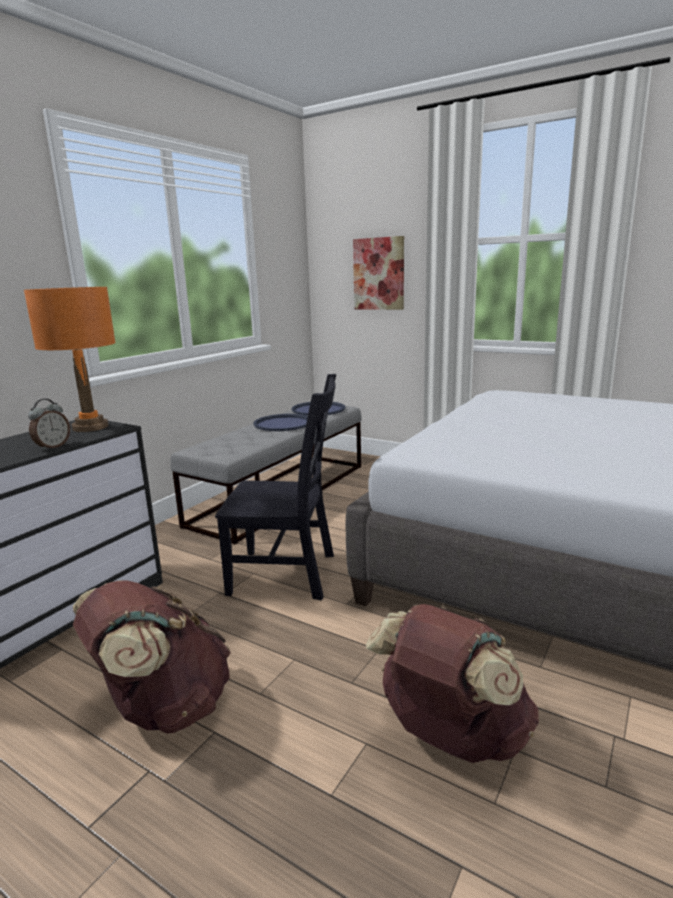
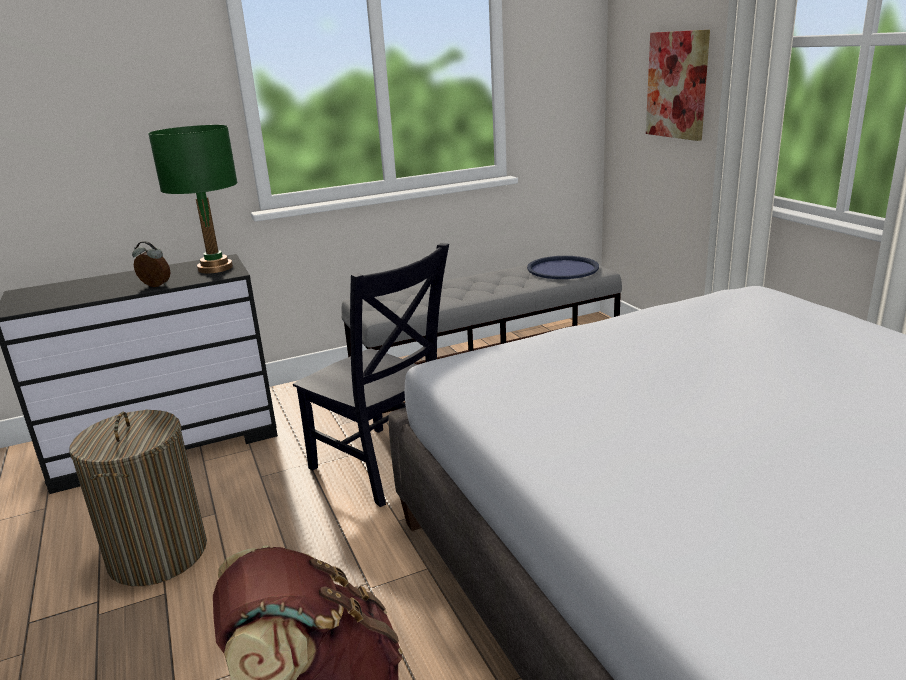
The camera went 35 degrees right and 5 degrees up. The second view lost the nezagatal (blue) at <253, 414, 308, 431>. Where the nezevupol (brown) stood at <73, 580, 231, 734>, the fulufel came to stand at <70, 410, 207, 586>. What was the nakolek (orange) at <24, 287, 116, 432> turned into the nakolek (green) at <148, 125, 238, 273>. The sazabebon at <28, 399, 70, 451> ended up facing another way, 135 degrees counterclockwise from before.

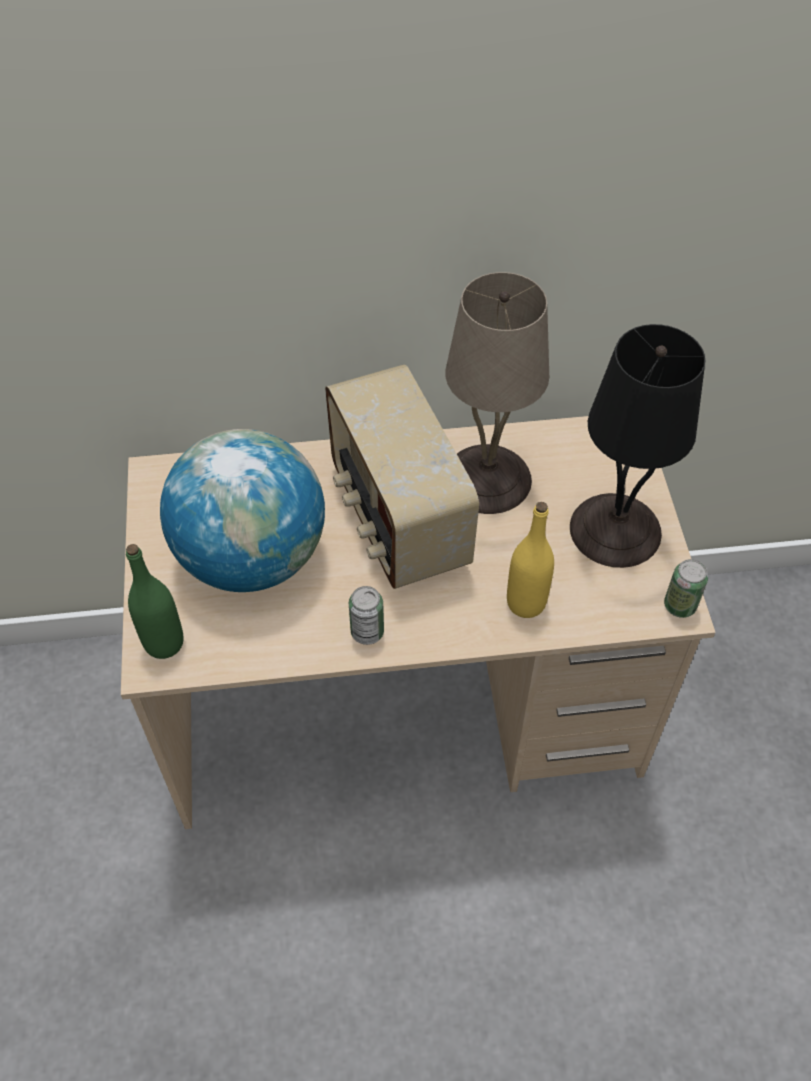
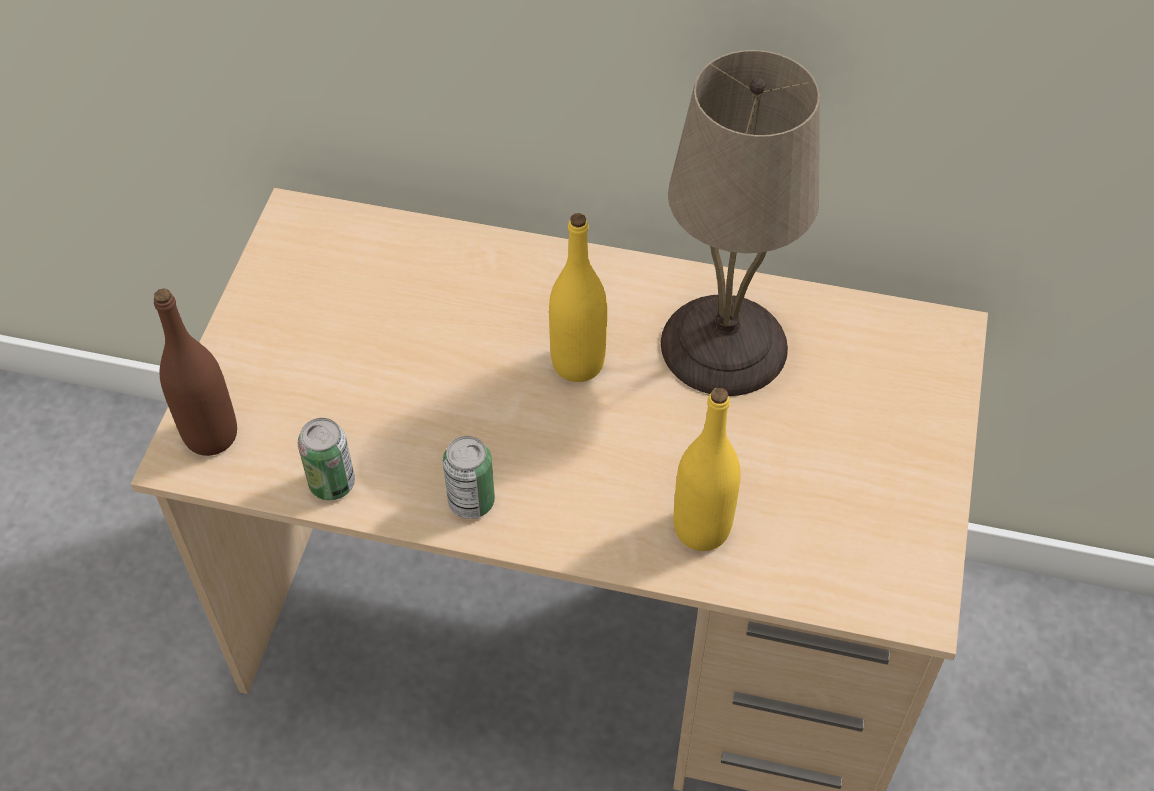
The camera went 20 degrees right and 0 degrees up. The second view lost the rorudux at <160, 429, 325, 592>. The second view lost the nakolek (black) at <570, 324, 705, 568>. The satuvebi ended up elsewhere, having gone from <664, 559, 708, 618> to <298, 418, 355, 500>. Where the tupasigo stood at <325, 364, 479, 589>, the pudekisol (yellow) came to stand at <549, 213, 607, 382>. What was the pudekisol (green) at <126, 544, 184, 659> turned into the pudekisol (brown) at <154, 289, 237, 456>.

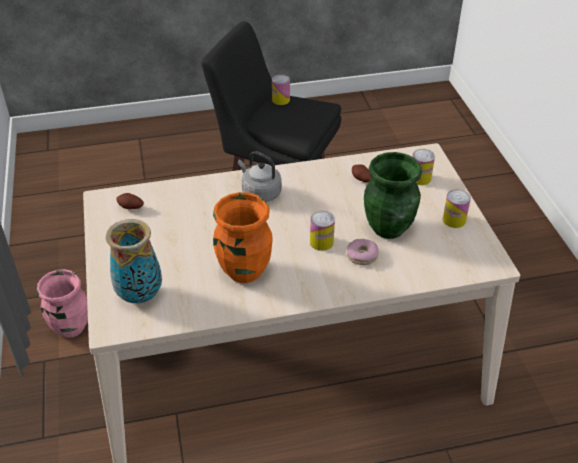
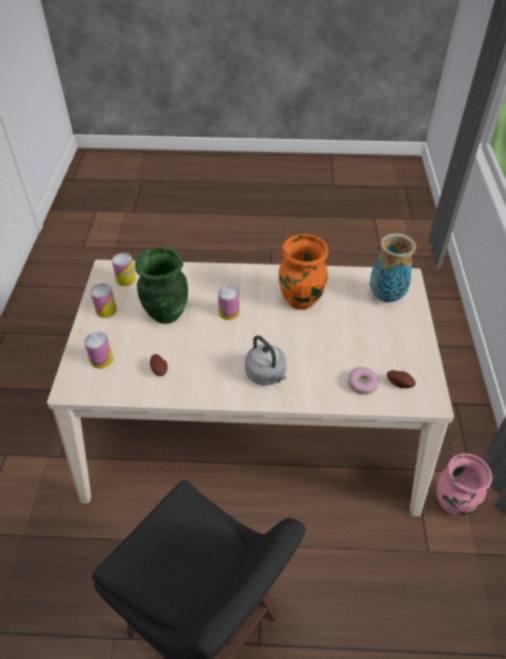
The camera went 165 degrees left and 5 degrees up. The satuvebi ended up elsewhere, having gone from <272, 74, 290, 105> to <112, 253, 136, 286>. The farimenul ended up elsewhere, having gone from <347, 239, 378, 265> to <348, 367, 379, 395>.

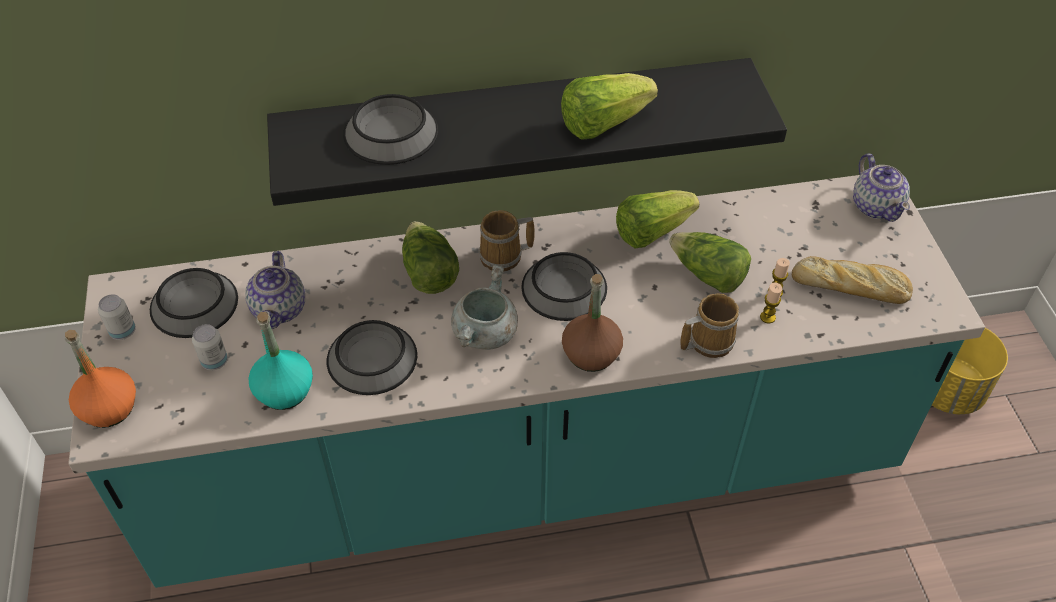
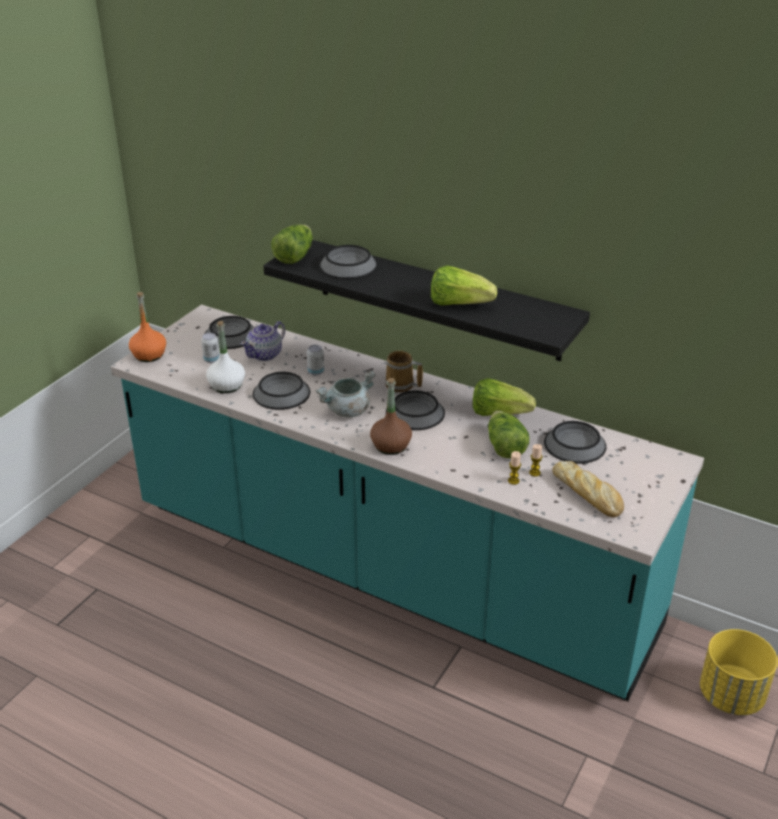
The camera went 40 degrees right and 15 degrees down. The second view lost the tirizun at <680, 293, 739, 358>. The second view lost the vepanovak at <853, 153, 910, 222>. The second view gained the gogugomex at <544, 421, 606, 464>. The satuvebi ended up elsewhere, having gone from <98, 294, 136, 340> to <307, 345, 324, 376>. The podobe ended up elsewhere, having gone from <402, 221, 459, 294> to <271, 225, 313, 264>. What was the pudekisol (turquoise) at <249, 312, 313, 410> turned into the pudekisol (white) at <206, 321, 245, 393>.

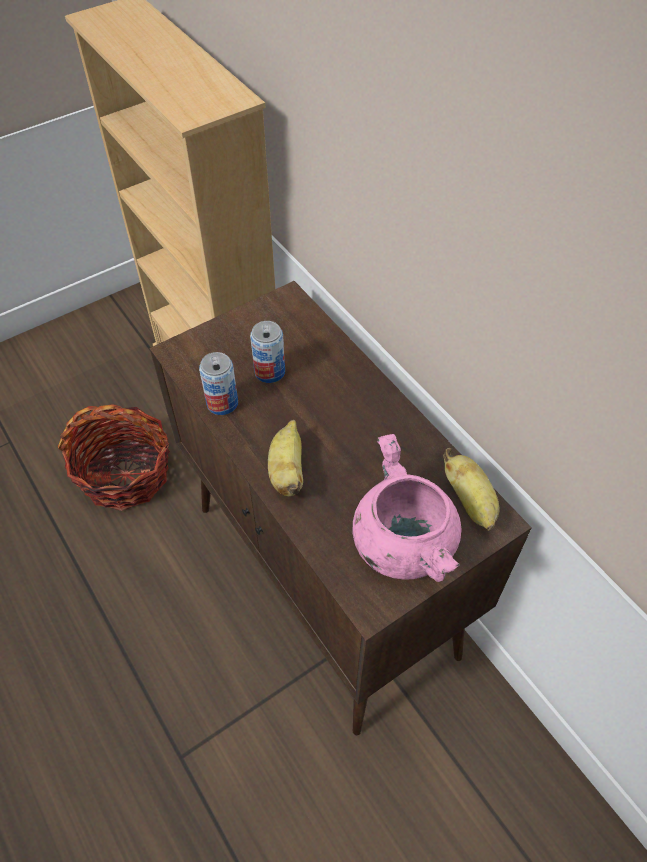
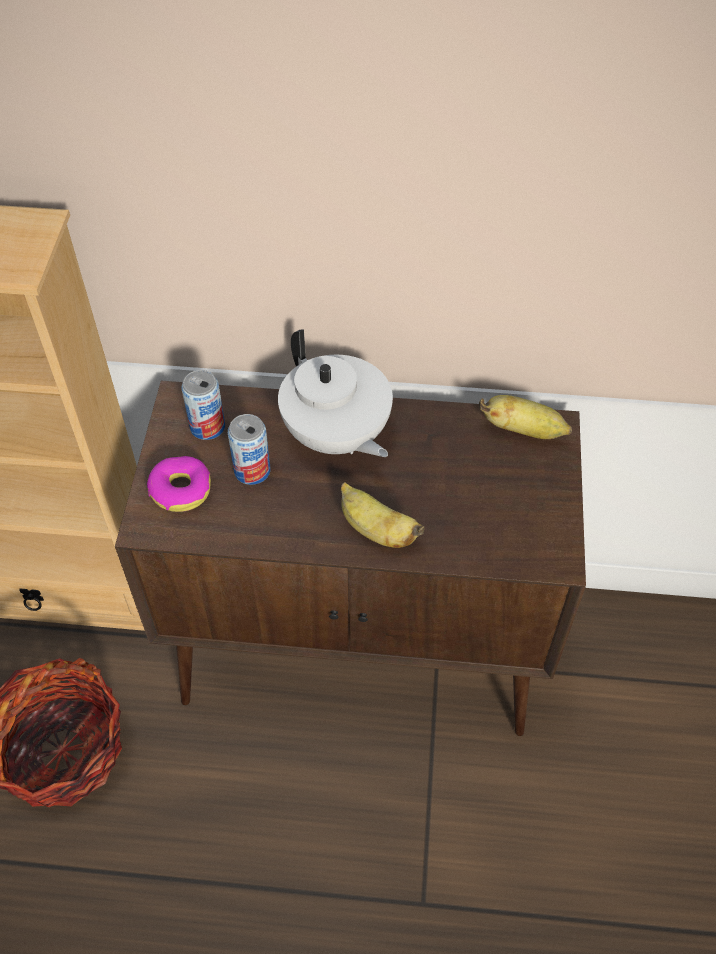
The camera went 50 degrees left and 0 degrees up. The second view lost the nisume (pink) at <353, 434, 461, 582>. The second view gained the farimenul at <147, 456, 211, 512>. The second view gained the vepanovak (white) at <278, 329, 393, 457>. The satuvebi ended up elsewhere, having gone from <199, 352, 238, 415> to <181, 370, 225, 440>.

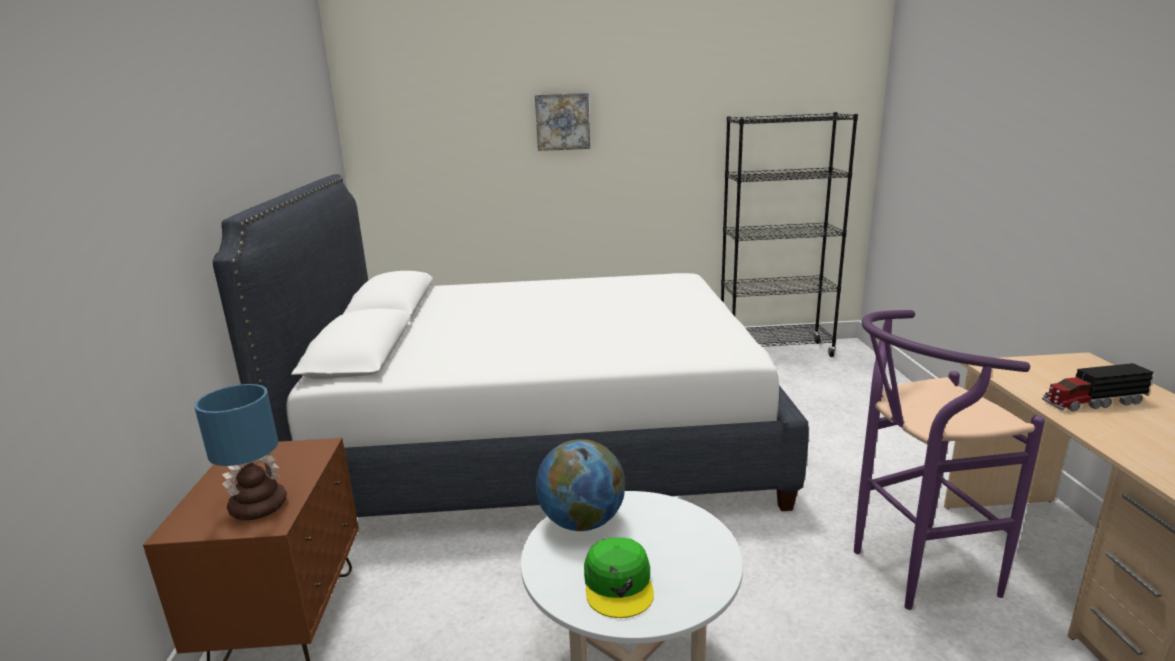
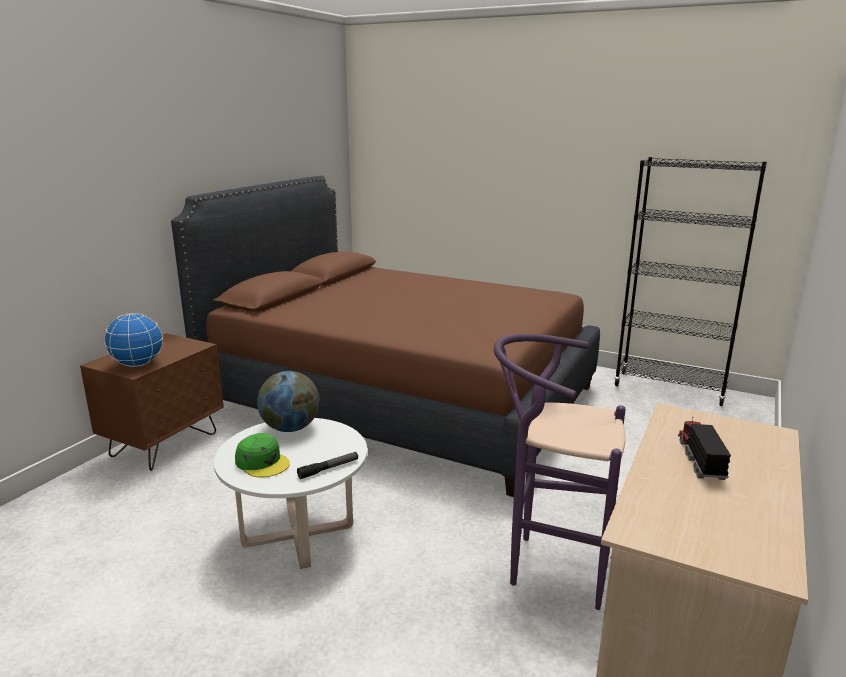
The camera went 30 degrees right and 0 degrees up. The second view lost the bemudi at <535, 93, 590, 151>. The second view gained the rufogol at <297, 452, 358, 479>. Where the nakolek stood at <194, 384, 287, 520>, the rorudux came to stand at <104, 313, 163, 367>. What was the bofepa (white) at <213, 174, 809, 517> turned into the bofepa (brown) at <171, 176, 600, 497>. The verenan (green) at <584, 537, 654, 618> ended up facing another way, 75 degrees counterclockwise from before. The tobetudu at <1042, 363, 1153, 411> ended up facing another way, 75 degrees clockwise from before.

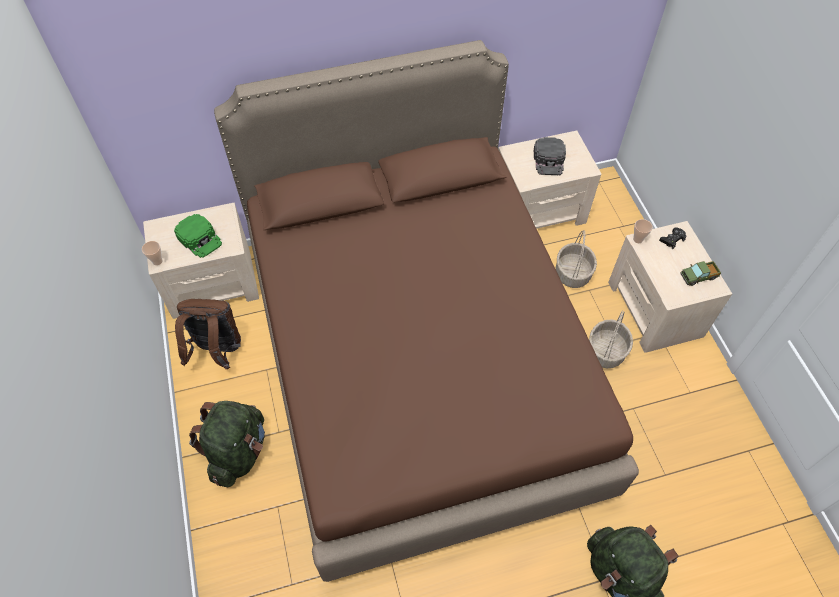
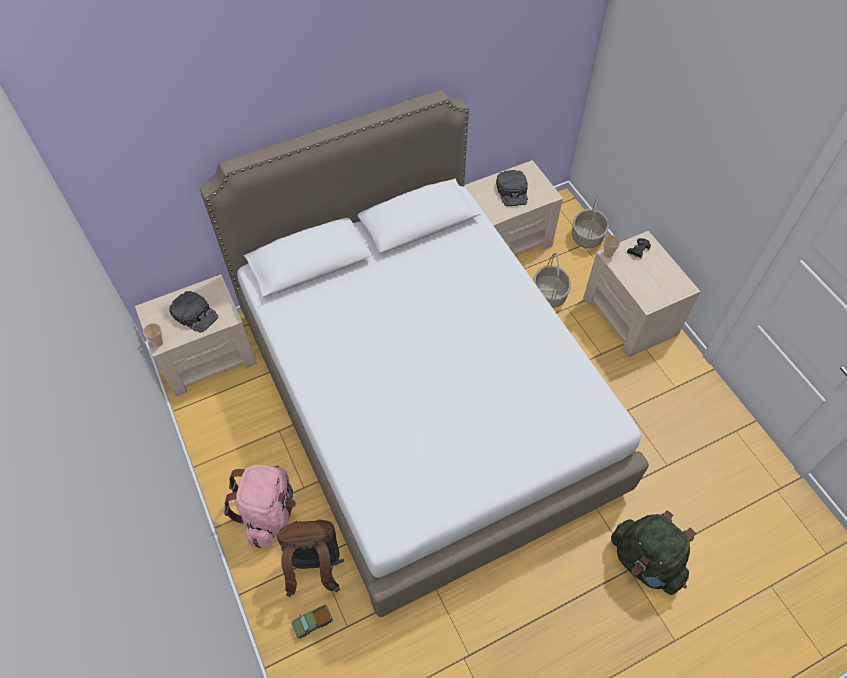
The camera went 10 degrees left and 0 degrees up. The nezevupol (brown) ended up elsewhere, having gone from <175, 299, 241, 369> to <277, 520, 344, 597>. The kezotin ended up elsewhere, having gone from <589, 310, 633, 368> to <572, 196, 609, 249>. The tobetudu ended up elsewhere, having gone from <680, 261, 721, 286> to <292, 605, 333, 639>. What was the verenan (green) at <174, 214, 222, 258> turned into the verenan (black) at <169, 291, 218, 333>. What was the nezevupol (green) at <189, 401, 265, 487> turned into the nezevupol (pink) at <224, 465, 296, 548>. What was the bofepa (brown) at <214, 40, 639, 582> turned into the bofepa (white) at <200, 90, 649, 617>.

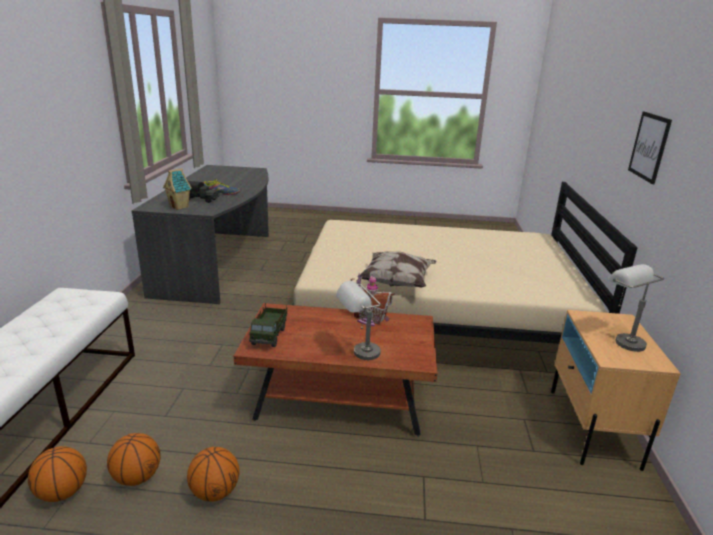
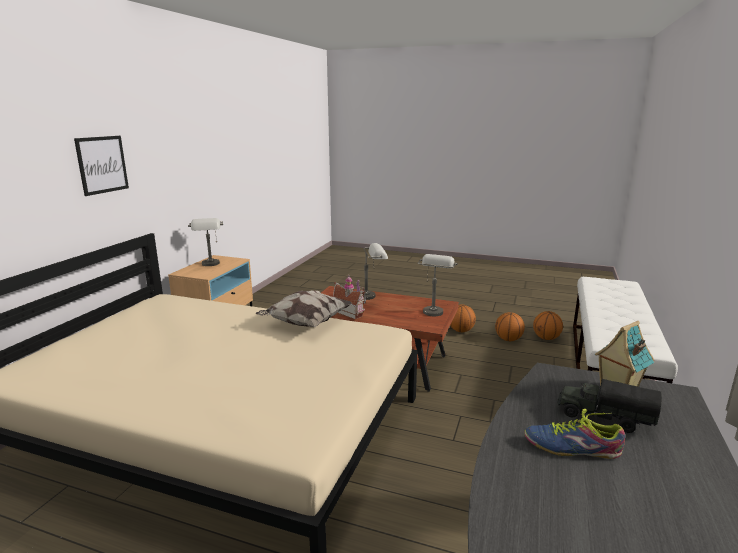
The camera went 165 degrees left and 5 degrees down. Where the tobetudu stood at <249, 303, 287, 347>, the nakolek (grey) came to stand at <418, 254, 457, 316>.

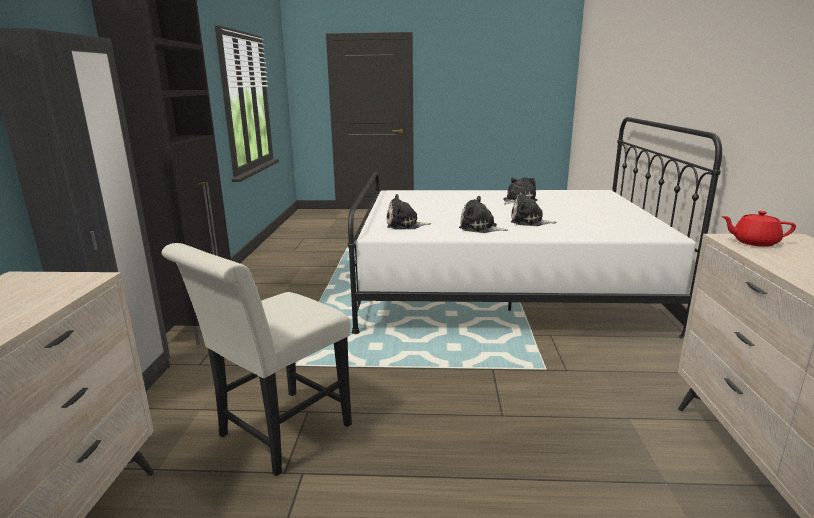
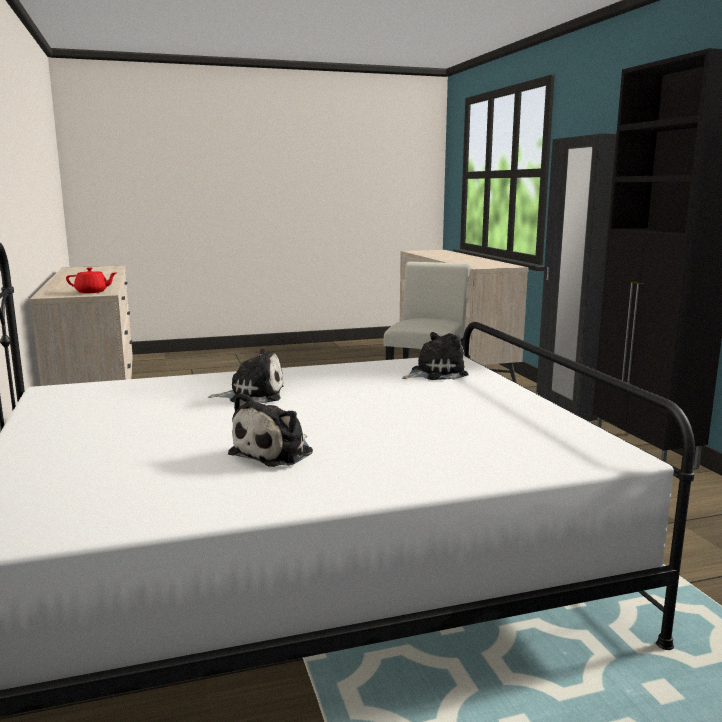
The camera went 160 degrees right and 5 degrees down. The second view lost the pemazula at <459, 196, 508, 233>.

